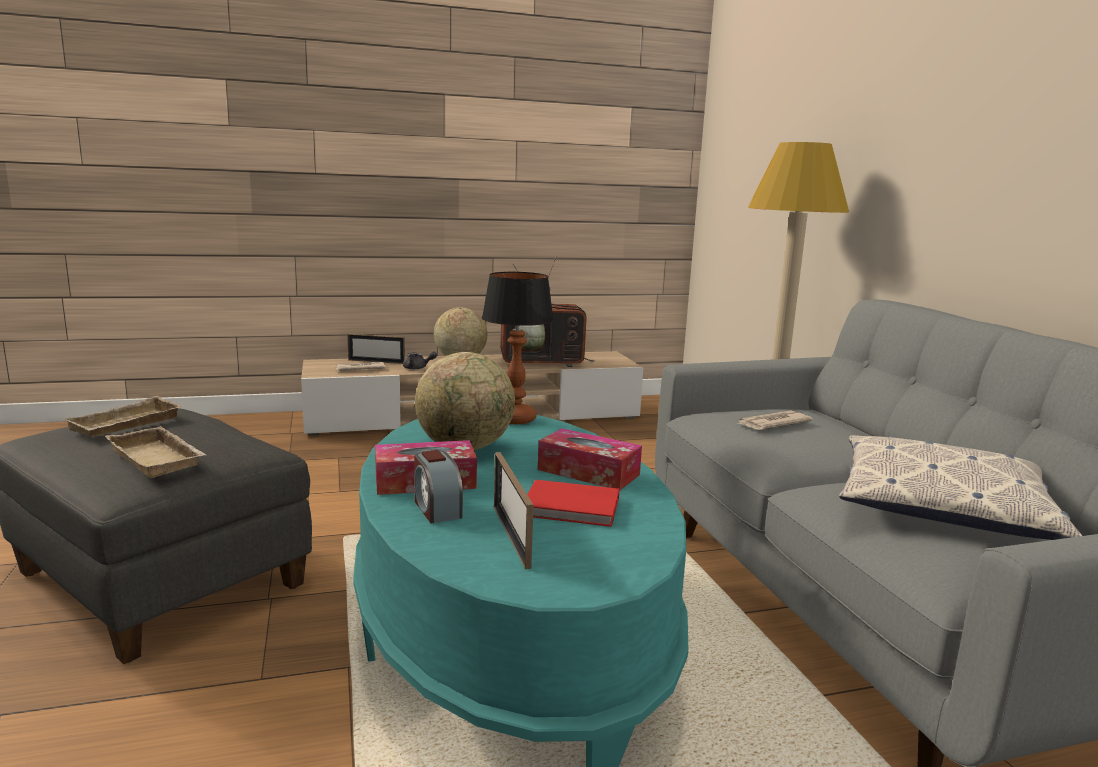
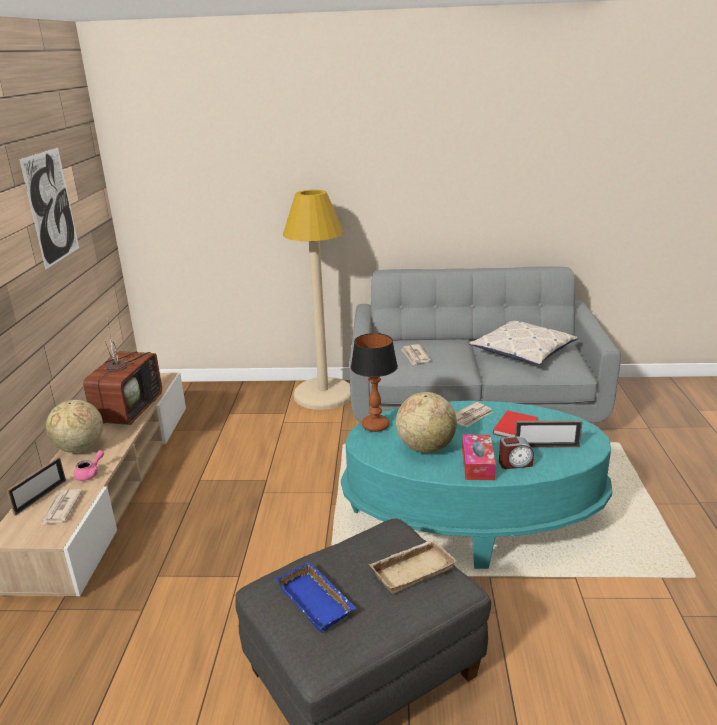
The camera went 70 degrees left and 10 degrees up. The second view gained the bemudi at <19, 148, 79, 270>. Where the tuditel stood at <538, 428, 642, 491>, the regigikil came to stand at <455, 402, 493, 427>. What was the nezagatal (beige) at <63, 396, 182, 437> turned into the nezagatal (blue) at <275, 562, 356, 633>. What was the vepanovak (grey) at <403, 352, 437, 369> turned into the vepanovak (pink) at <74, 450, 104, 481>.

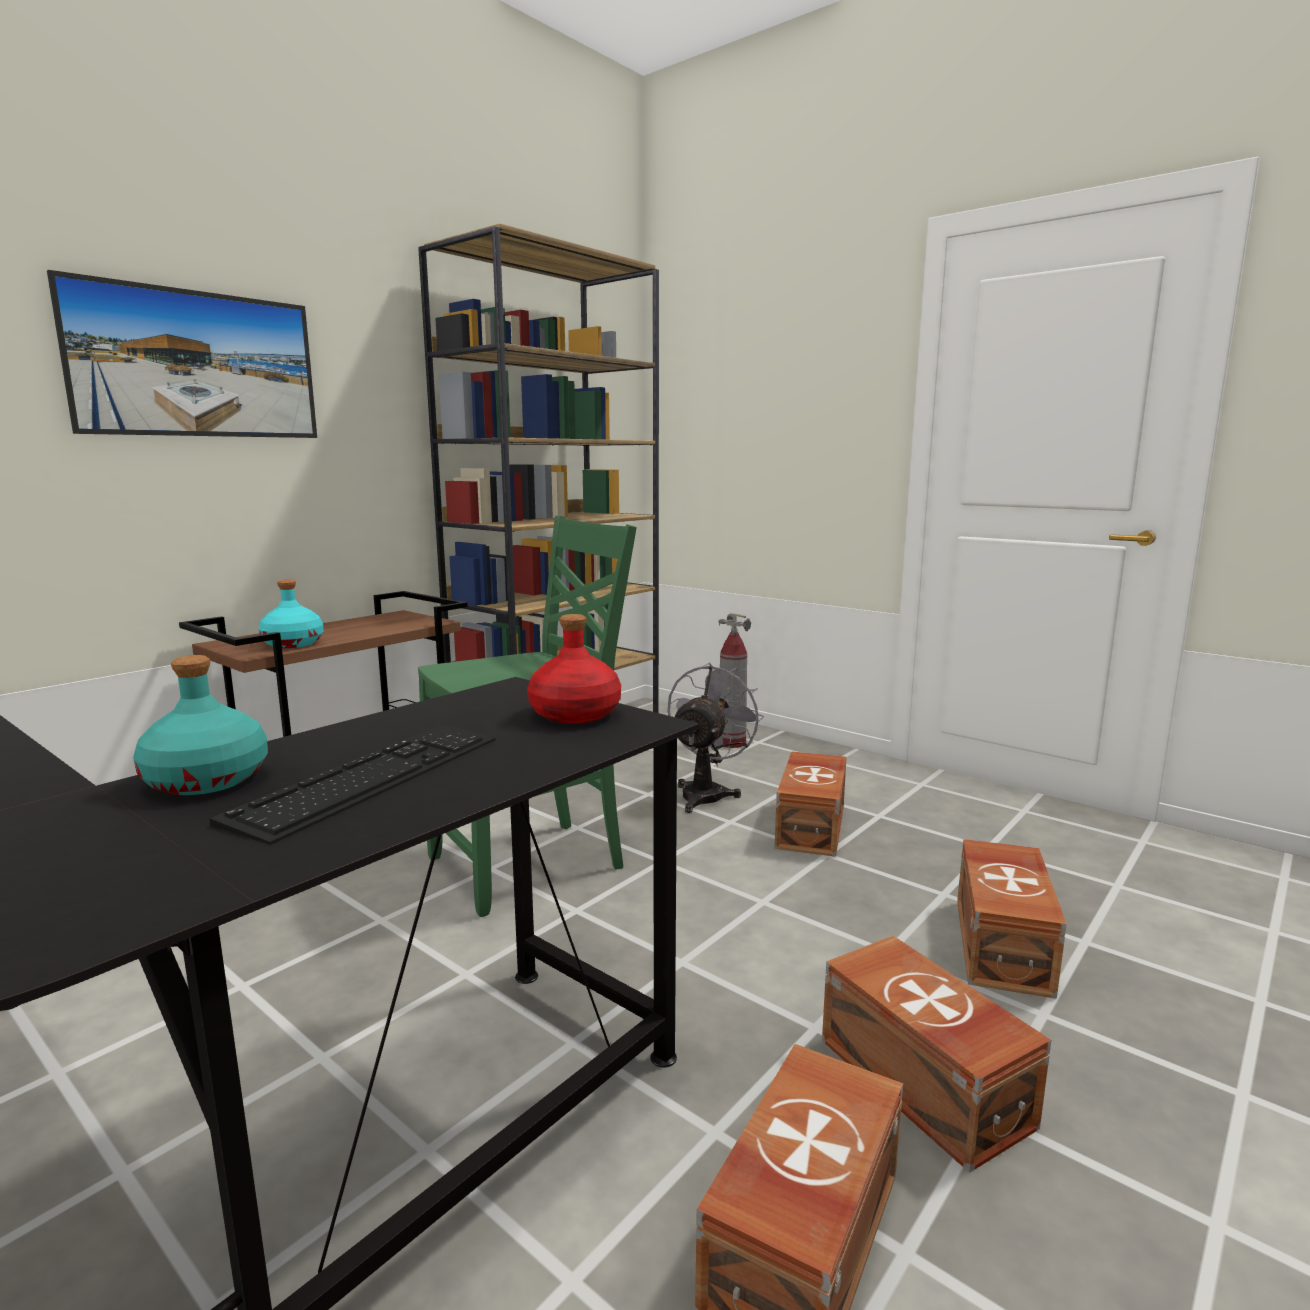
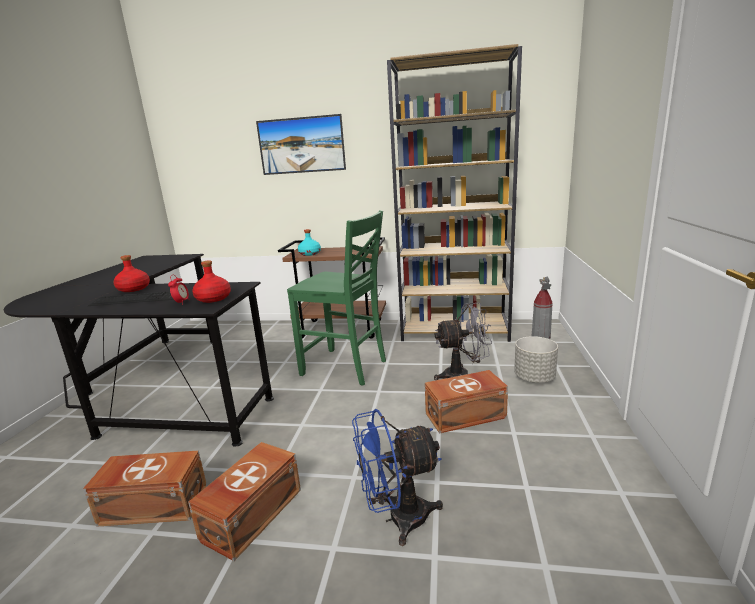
The camera went 60 degrees right and 5 degrees up. The second view gained the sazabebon at <168, 275, 189, 304>. The second view gained the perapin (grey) at <514, 336, 558, 383>. Where the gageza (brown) stood at <957, 839, 1067, 999>, the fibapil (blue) came to stand at <352, 409, 443, 546>. What was the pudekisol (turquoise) at <133, 655, 268, 795> turned into the pudekisol (red) at <113, 255, 150, 292>.

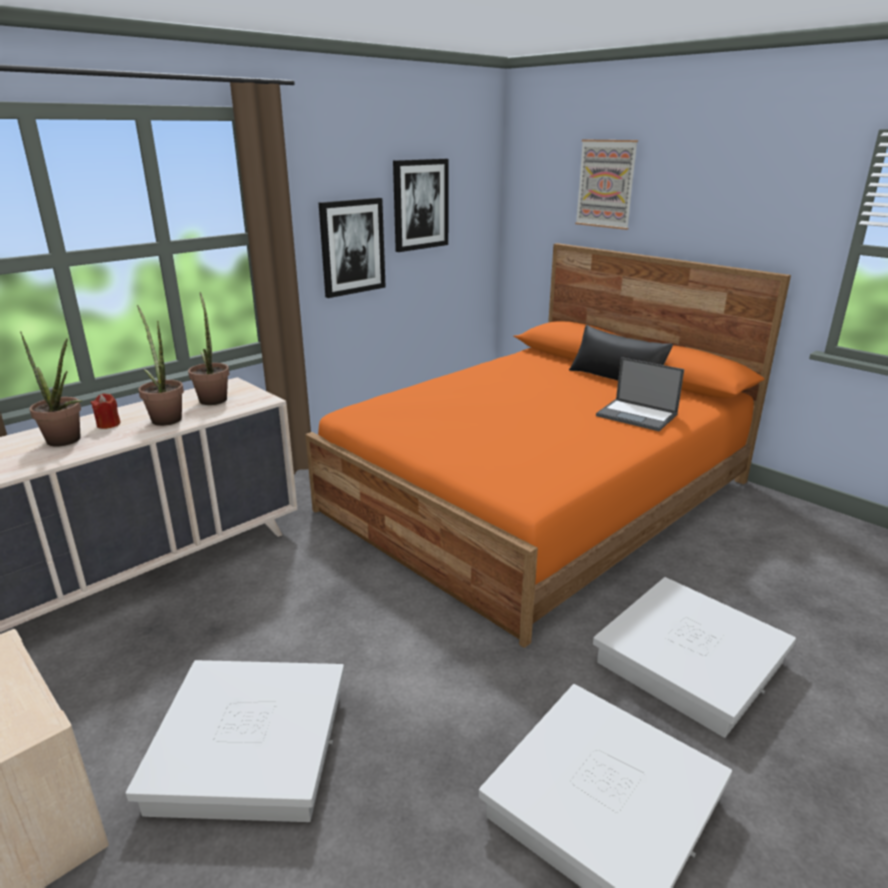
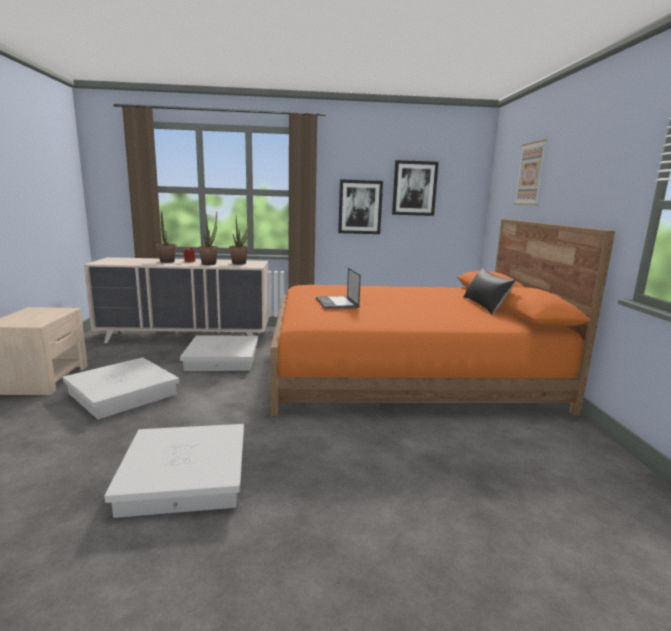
The camera went 40 degrees right and 10 degrees down. The gageza (white) ended up elsewhere, having gone from <593, 577, 796, 738> to <180, 335, 258, 371>. The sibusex ended up elsewhere, having gone from <596, 357, 684, 431> to <316, 268, 361, 309>.

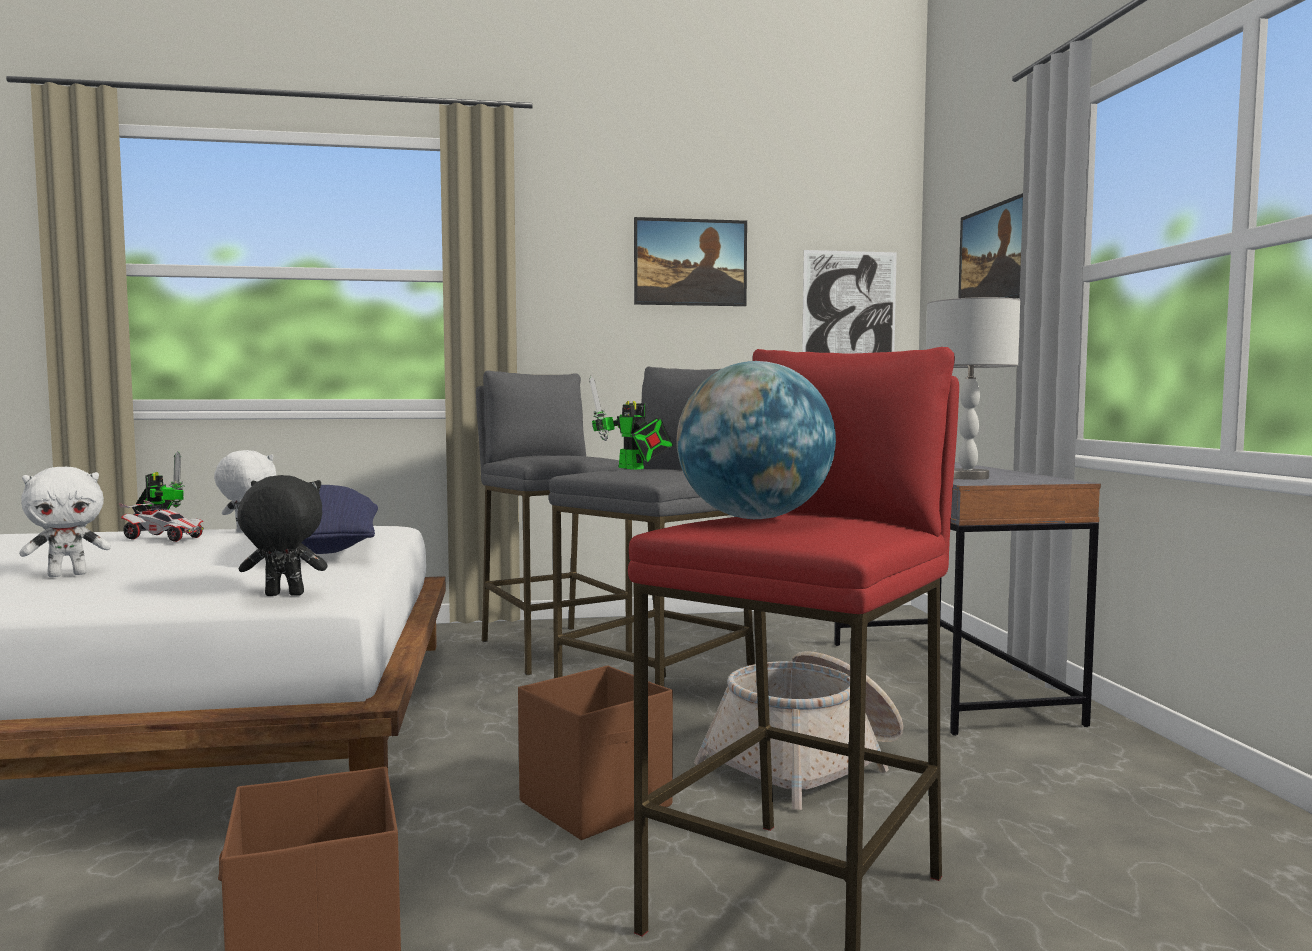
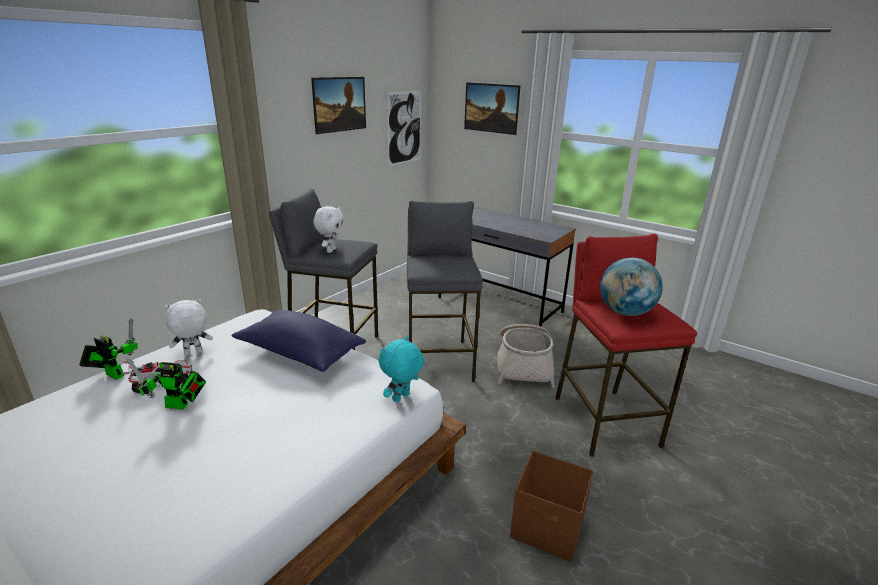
The camera went 45 degrees left and 20 degrees up. The second view lost the gageza (brown) at <518, 666, 673, 840>. The second view lost the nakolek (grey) at <926, 297, 1020, 480>. The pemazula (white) ended up elsewhere, having gone from <19, 467, 111, 577> to <313, 206, 344, 253>. The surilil ended up elsewhere, having gone from <589, 376, 673, 470> to <127, 358, 206, 410>. What was the pemazula (black) at <237, 475, 328, 596> turned into the pemazula (turquoise) at <379, 336, 424, 402>.

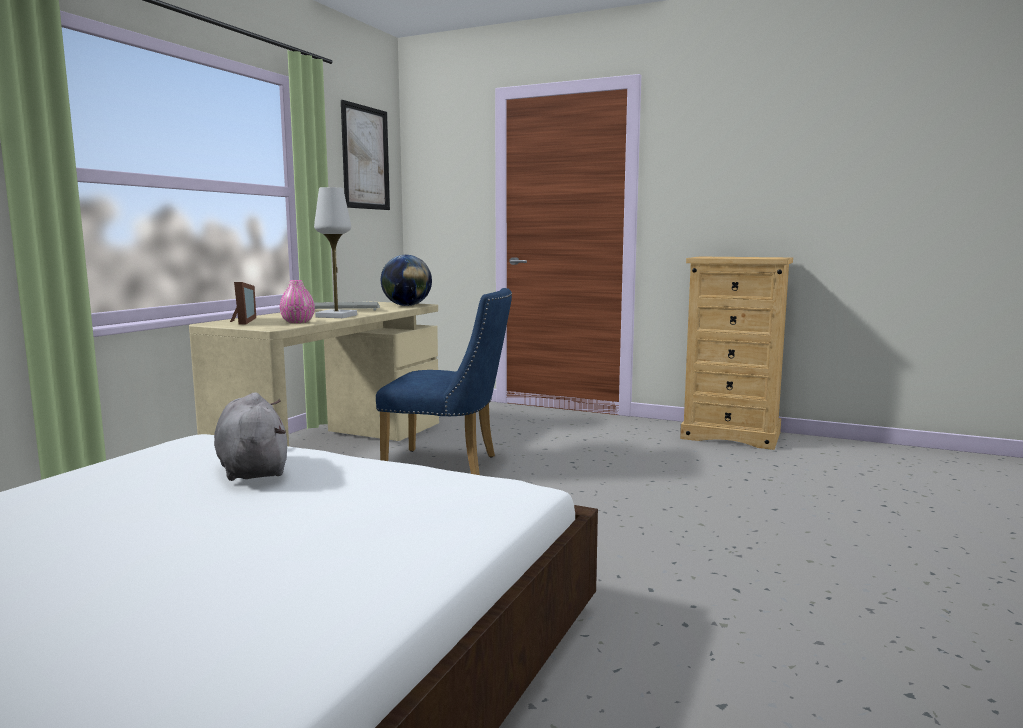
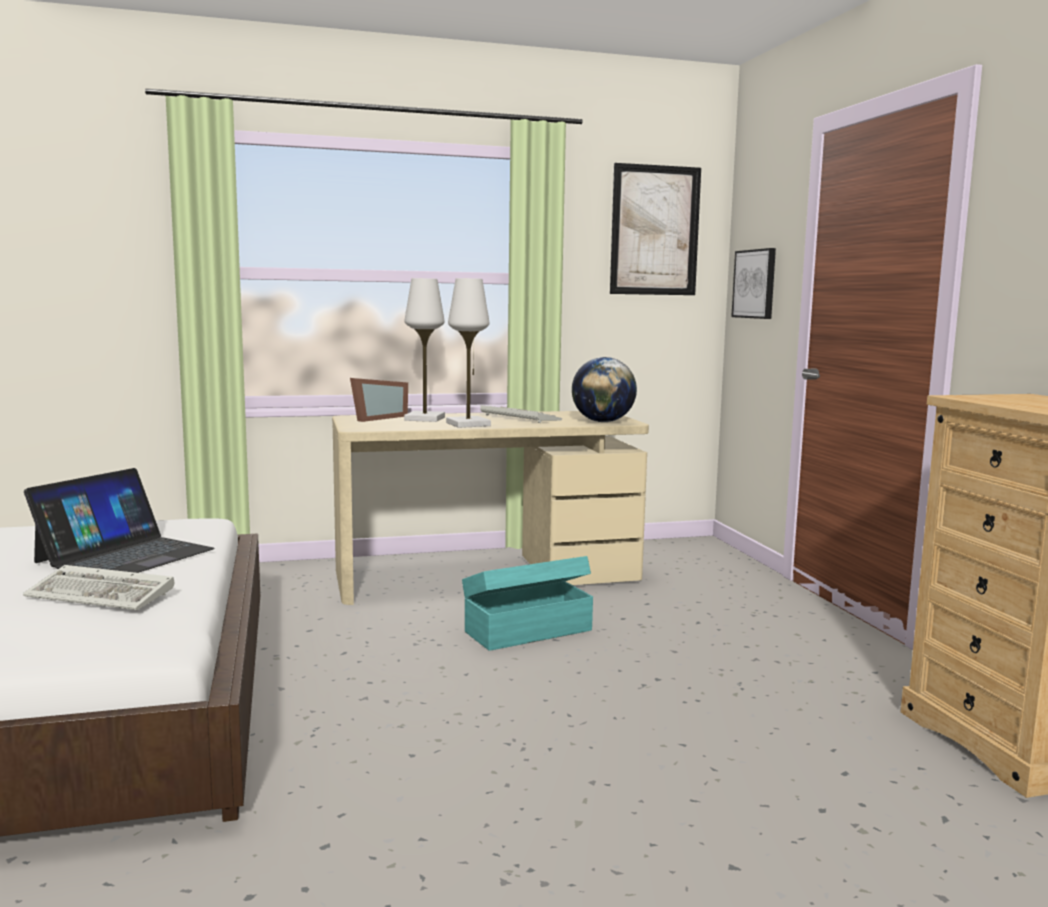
The camera went 50 degrees right and 0 degrees up. The second view lost the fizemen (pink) at <280, 280, 315, 324>. The second view gained the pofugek at <23, 565, 174, 610>. The second view gained the nakolek (white) at <404, 278, 445, 422>. The second view gained the bemudi at <731, 248, 776, 319>. Where the pemazula (grey) stood at <214, 392, 287, 481>, the sibusex came to stand at <24, 468, 215, 573>. Where the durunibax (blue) stood at <376, 288, 512, 475>, the gageza (turquoise) came to stand at <462, 556, 593, 651>.

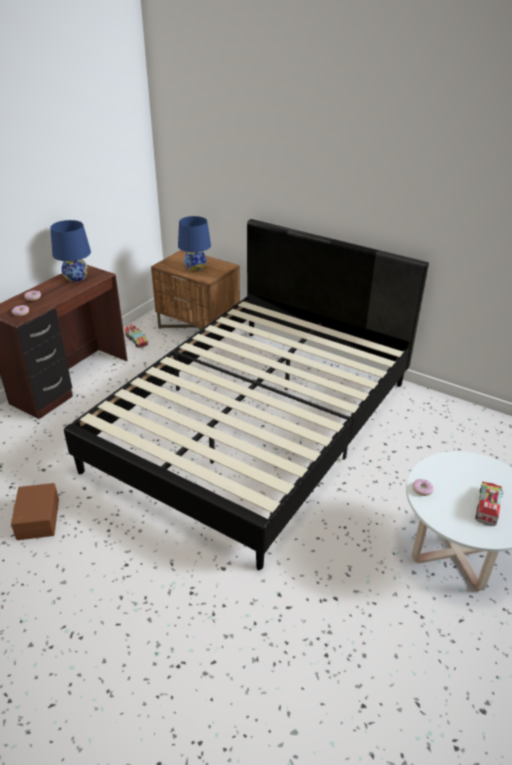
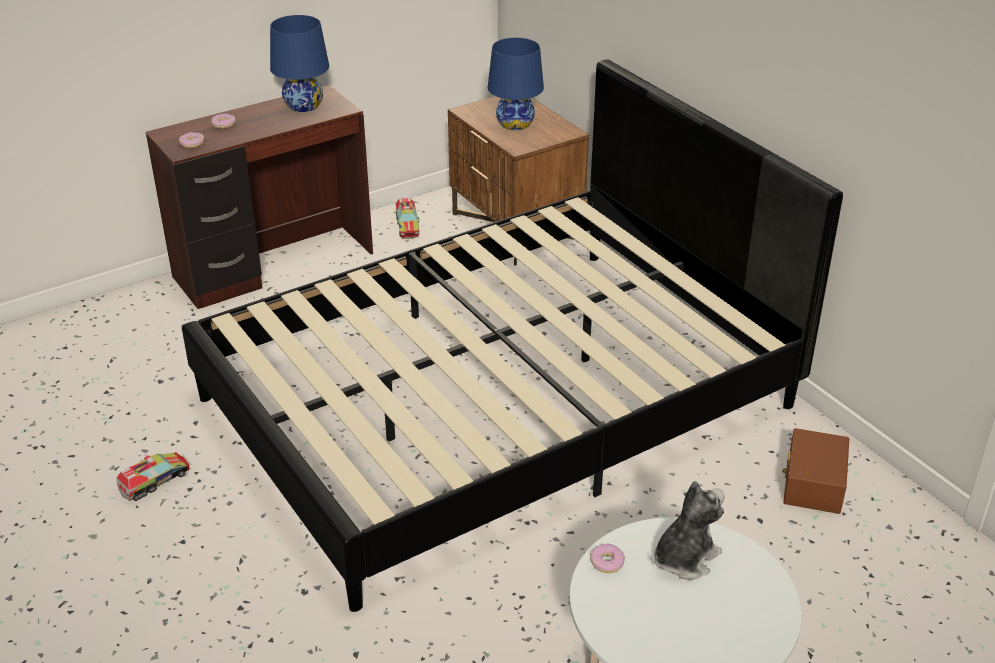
The camera went 25 degrees right and 0 degrees up. The second view gained the pemazula at <654, 481, 725, 580>. The gageza (brown) ended up elsewhere, having gone from <11, 483, 59, 540> to <782, 428, 849, 514>. The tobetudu ended up elsewhere, having gone from <475, 481, 504, 526> to <116, 452, 190, 501>.

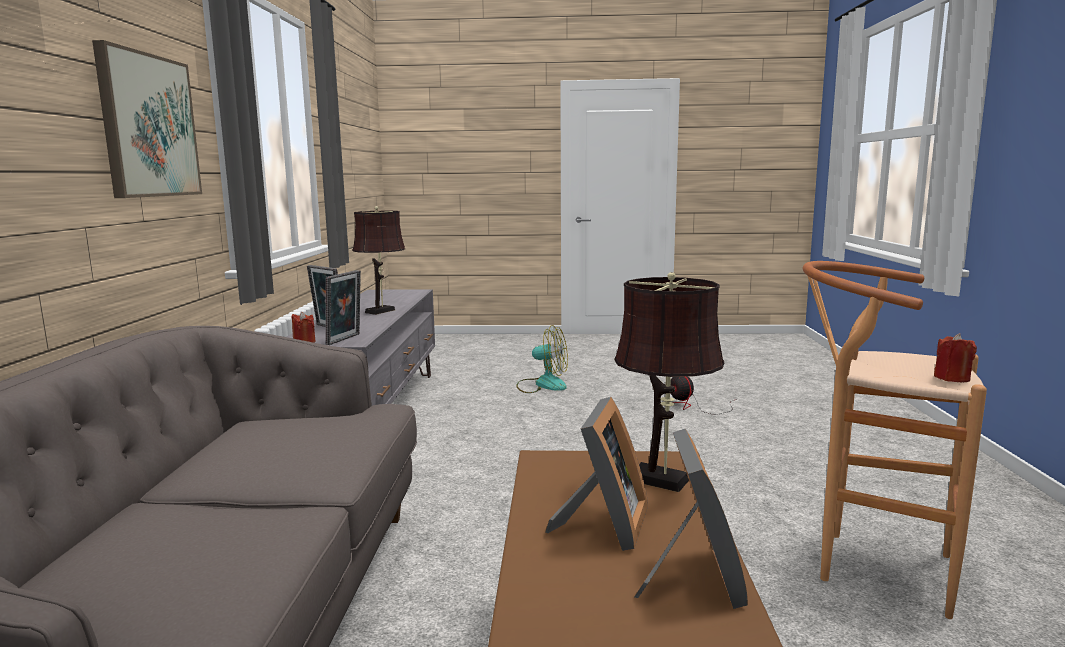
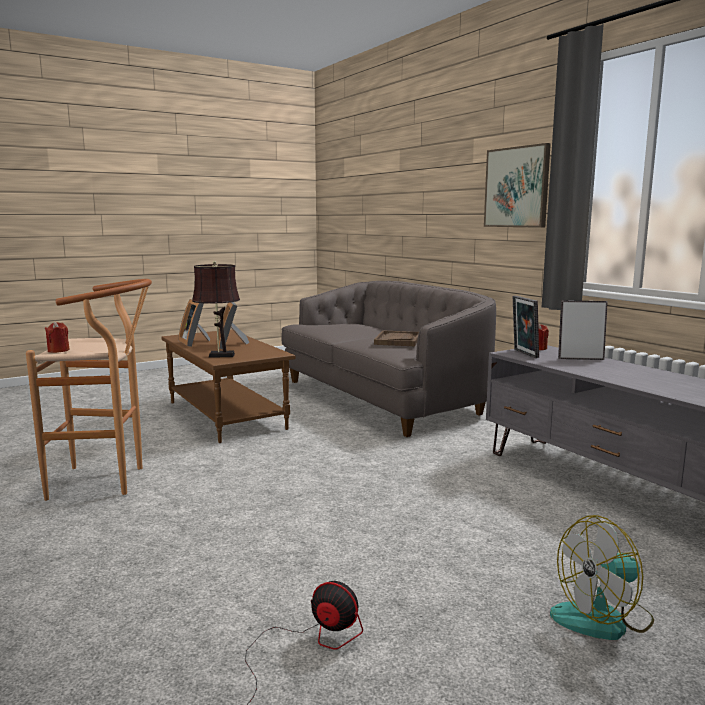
The camera went 145 degrees right and 0 degrees up. The second view lost the nakolek (brown) at <352, 206, 405, 315>. The second view gained the nezagatal (brown) at <374, 330, 419, 346>.

